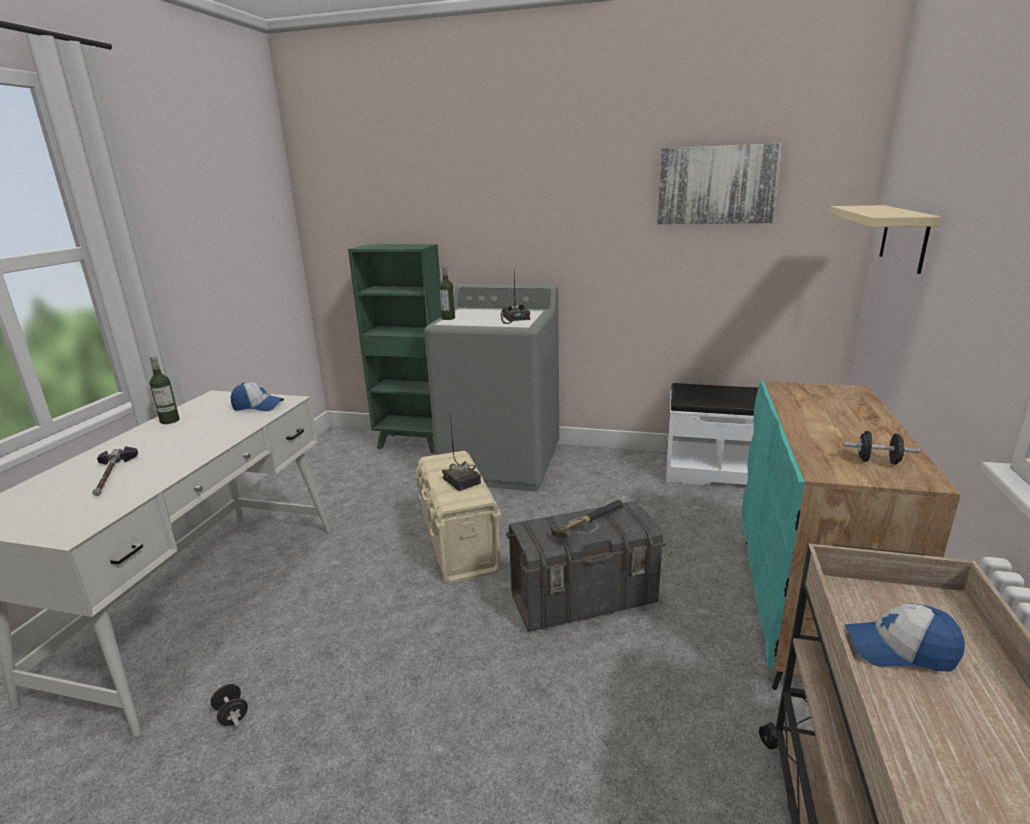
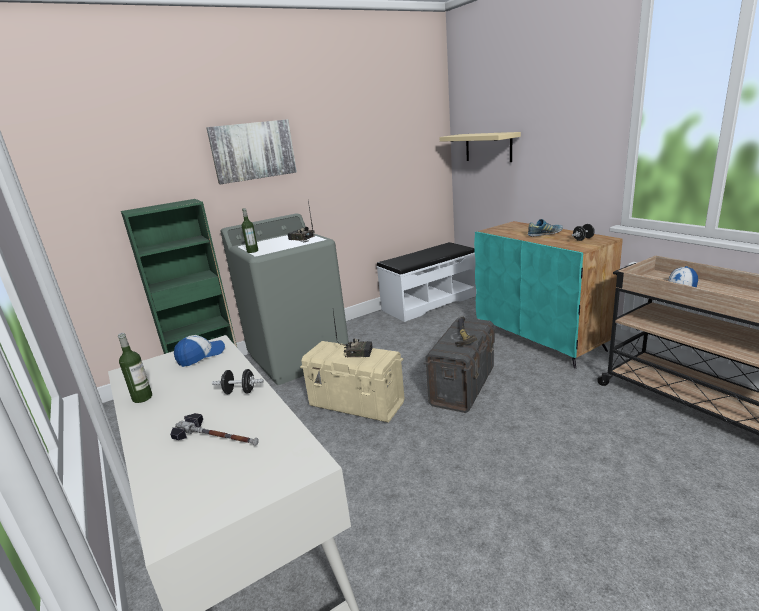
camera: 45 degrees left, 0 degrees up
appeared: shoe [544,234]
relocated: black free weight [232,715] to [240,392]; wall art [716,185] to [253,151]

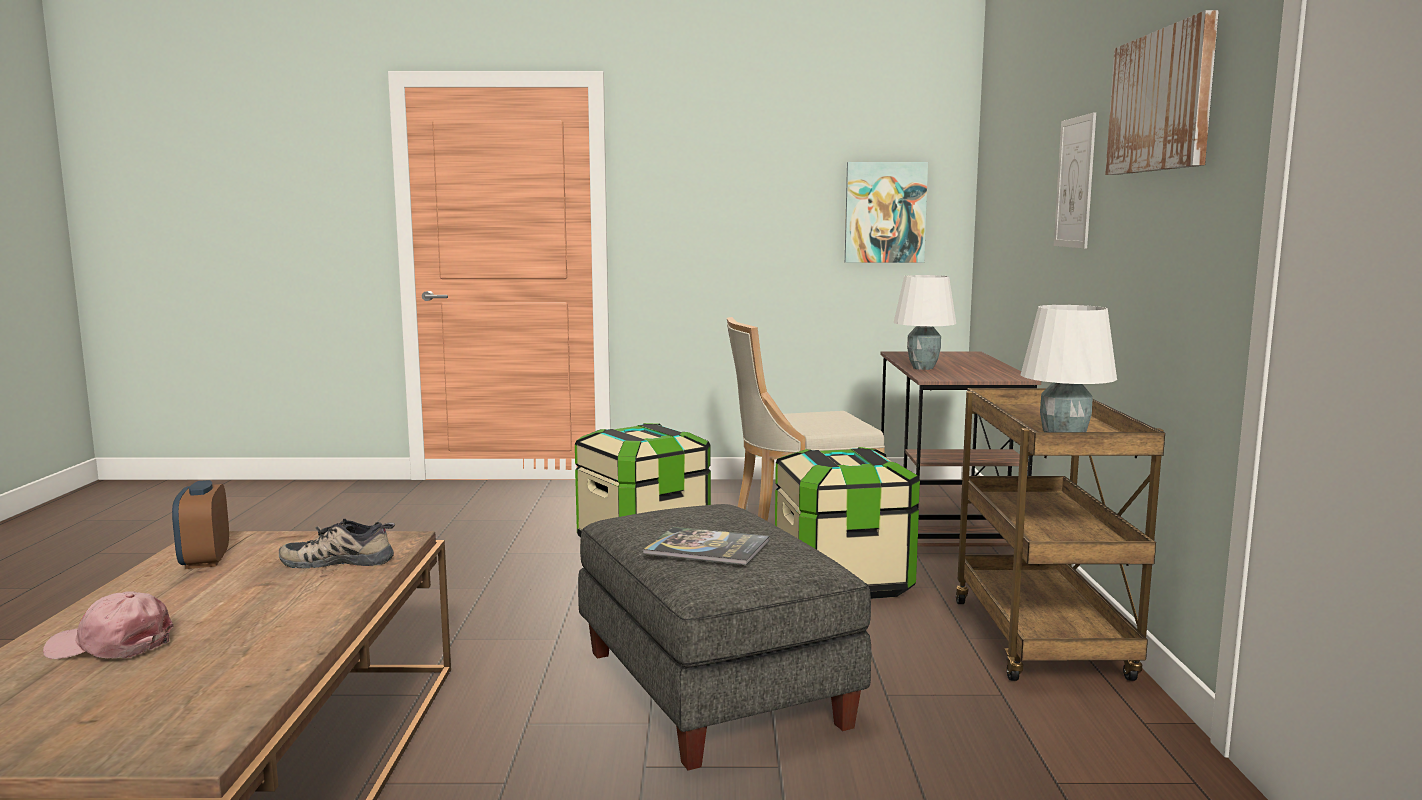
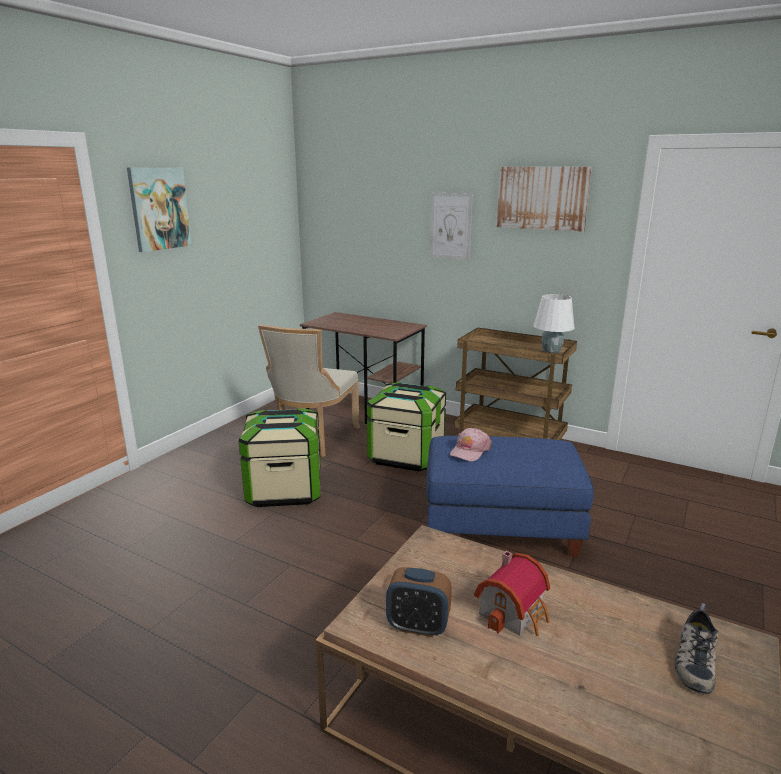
camera: 60 degrees left, 10 degrees up
missing: volume [707,548]; white lamp for a table [922,368]
appeared: toy house [515,612]
relocated: pinkish peaked cap [111,644] to [470,451]; shoe [339,560] to [693,659]; wall art [885,212] to [159,208]
colour: gray pouffe [716,688] to bluish pouffe [501,526]

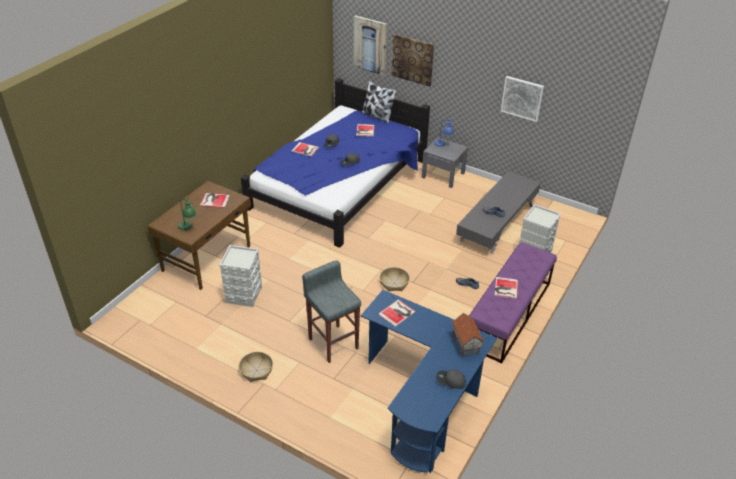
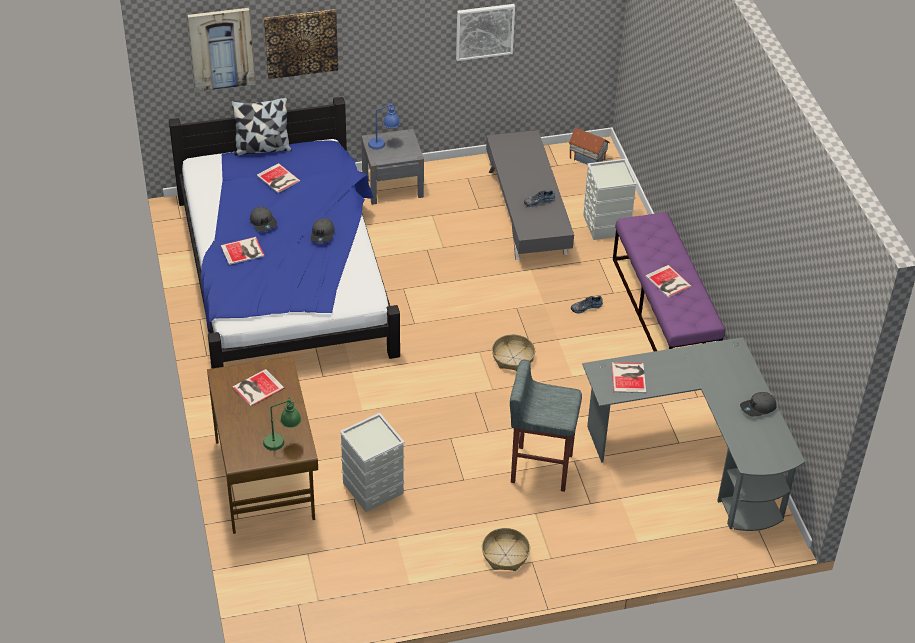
camera: 45 degrees left, 5 degrees up
relocated: toy house [466,345] to [587,158]
colour: bluish desk [425,399] to gray desk [696,456]

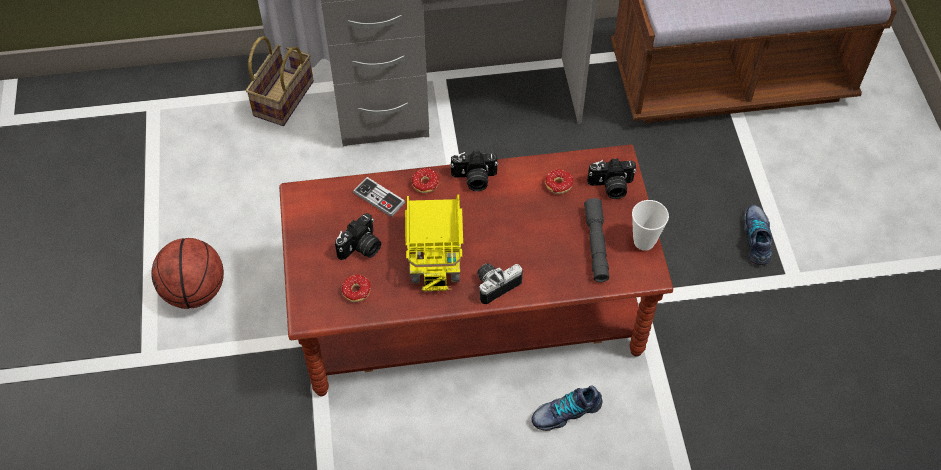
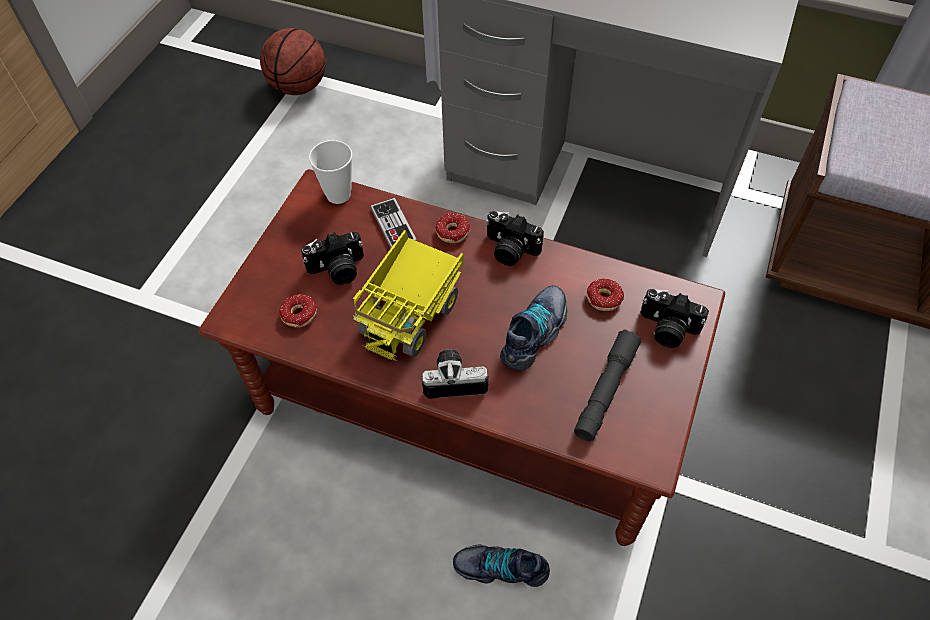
camera: 30 degrees right, 0 degrees up
missing: household basket [283,97]
relocated: ball for basketball [194,291] to [298,87]; drinking cup [644,241] to [338,194]; shoe [757,238] to [535,333]

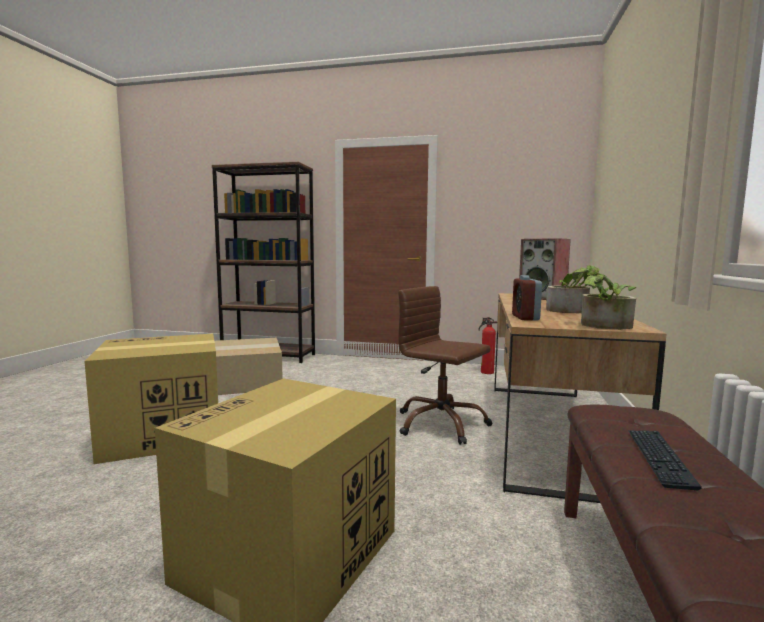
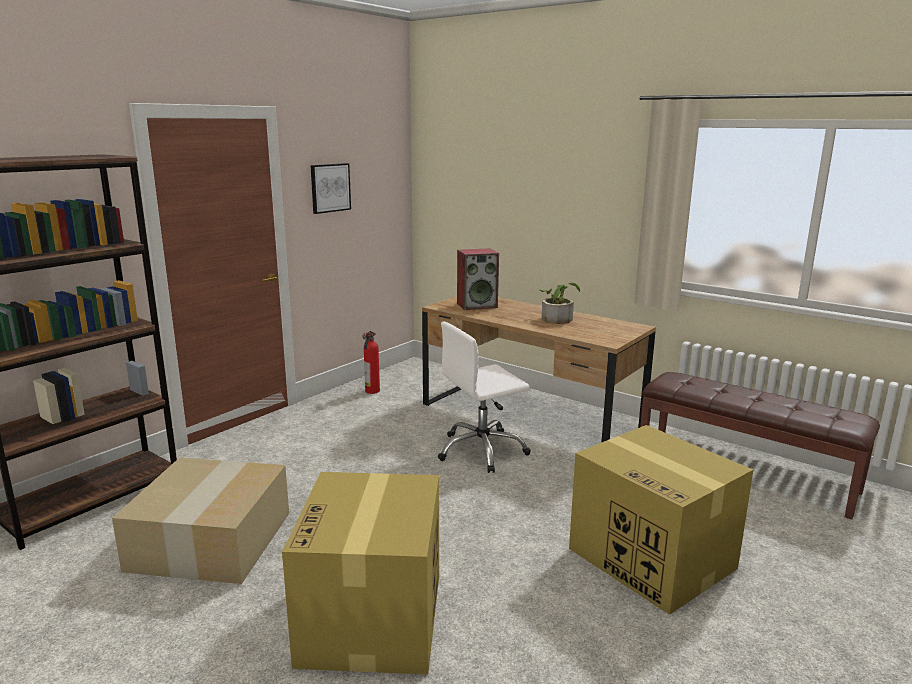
camera: 65 degrees left, 10 degrees up
missing: table clock [525,317]; plant in a pot [601,326]; PC keyboard [659,458]
appeared: wall art [330,188]
colour: brownish desk chair [440,424] to white desk chair [482,450]

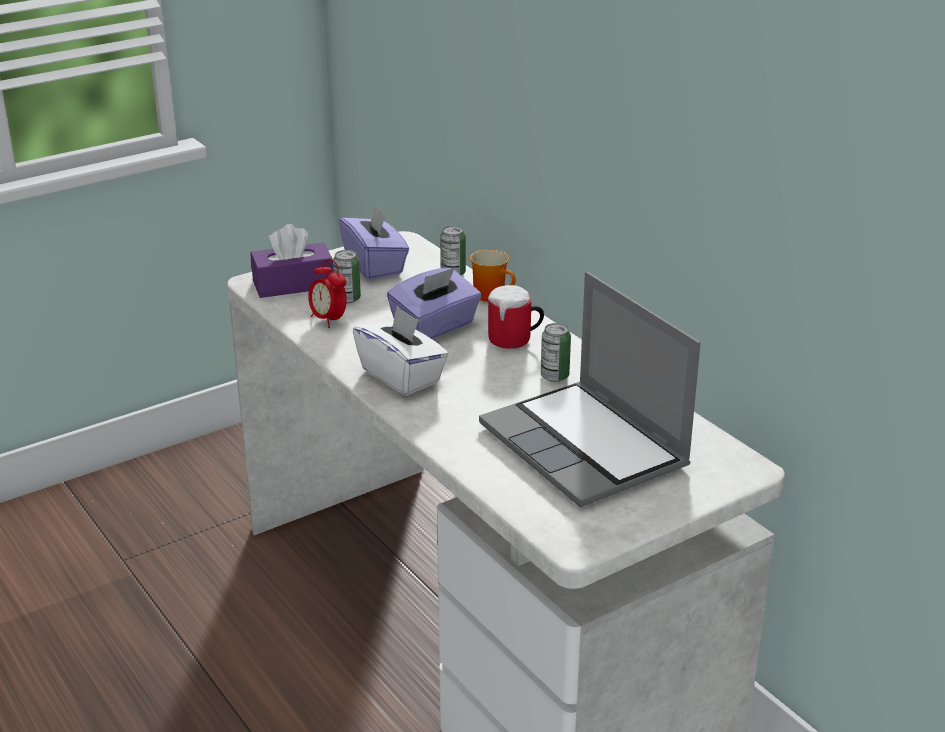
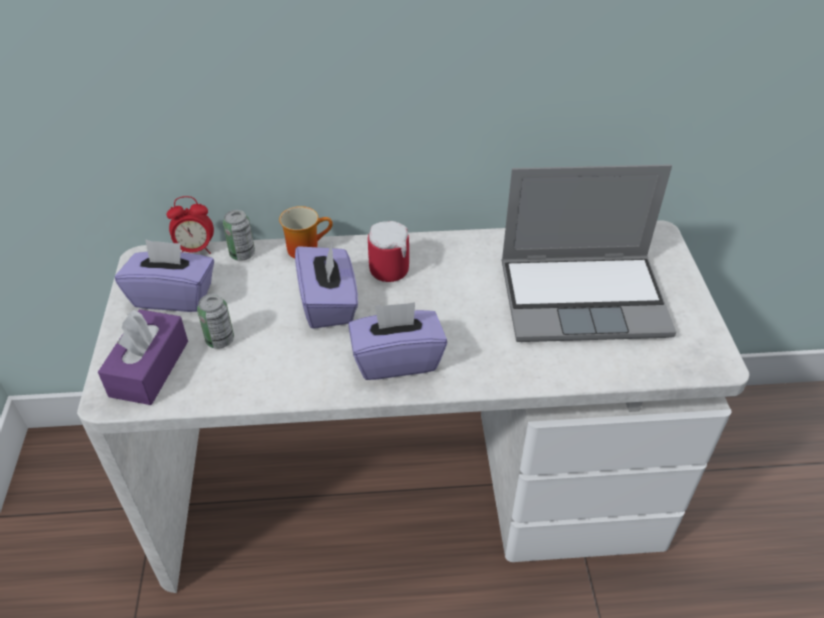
camera: 60 degrees left, 15 degrees up
missing: can [554,376]
relocated: table clock [328,320] to [195,250]
colour: white tissue holder [401,376] to purple-coloured tissue holder [396,359]

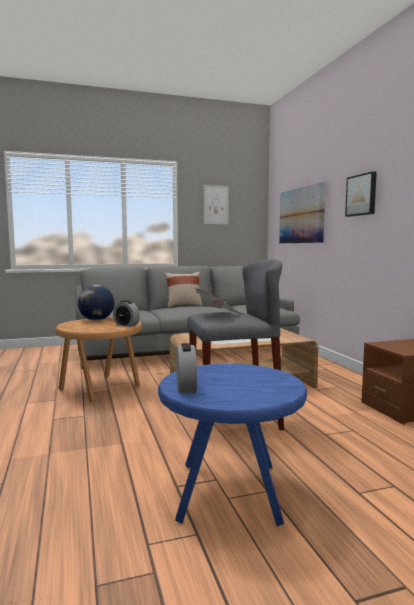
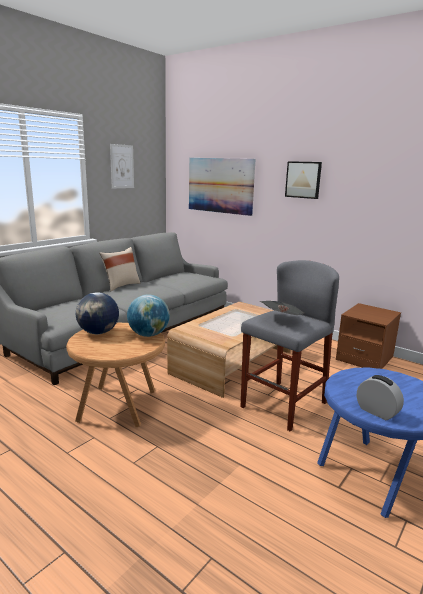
camera: 35 degrees left, 10 degrees up
exchanged: table clock [126,325] to desk globe [148,335]

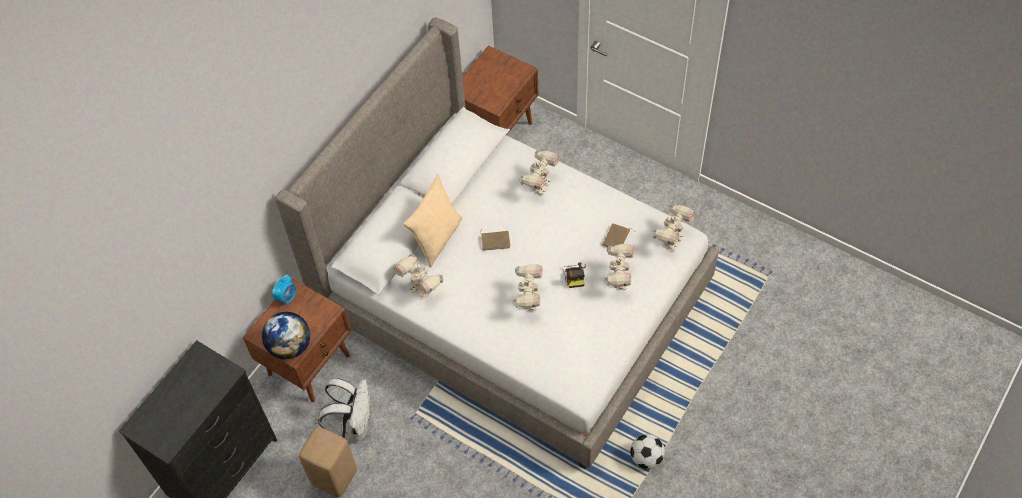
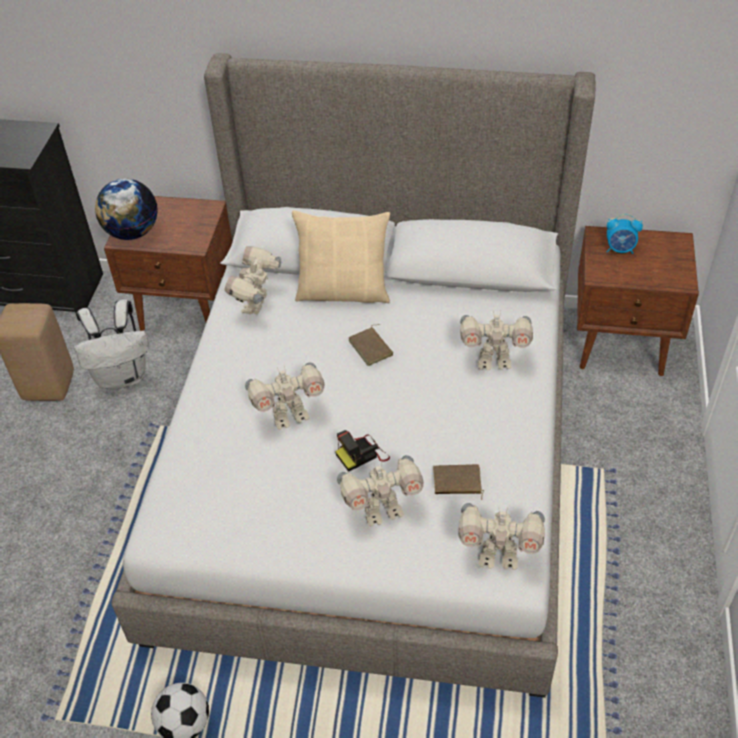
camera: 65 degrees right, 10 degrees down
relocated: table clock [287,297] to [620,249]

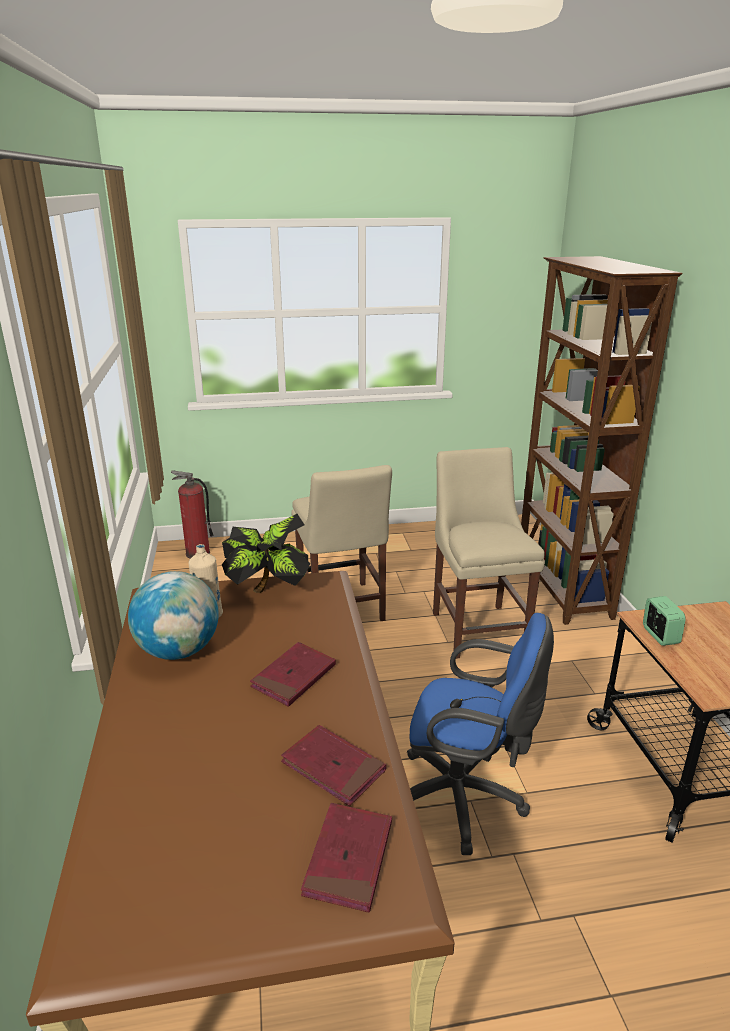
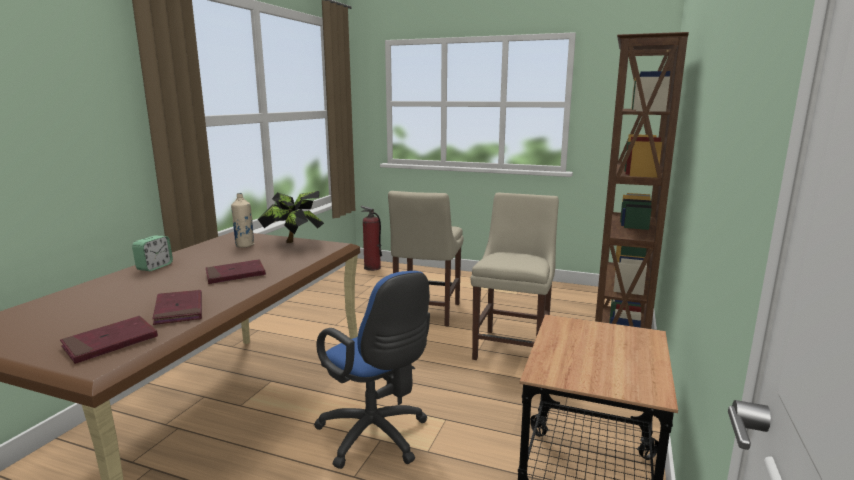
camera: 30 degrees right, 10 degrees down
missing: desk globe [179,650]
relocated: table clock [660,636] to [155,267]

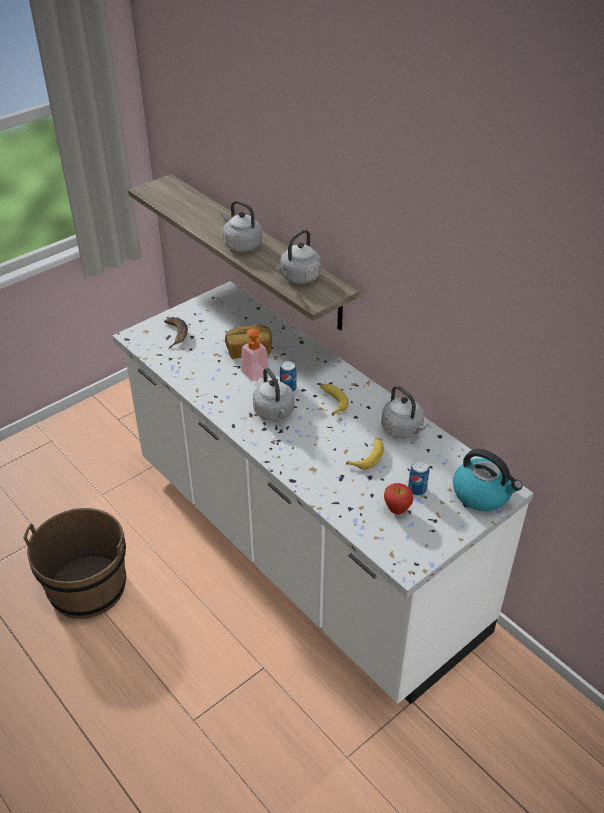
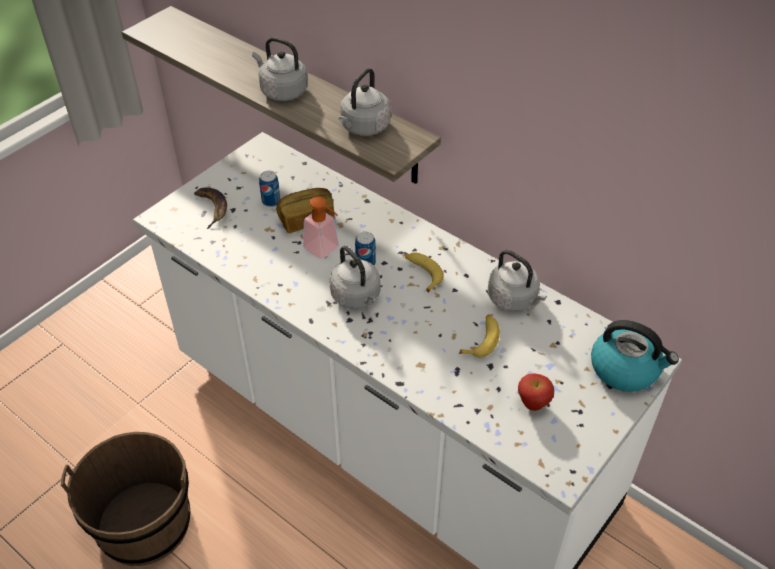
camera: 10 degrees left, 5 degrees up
relocated: can [417,489] to [271,201]

